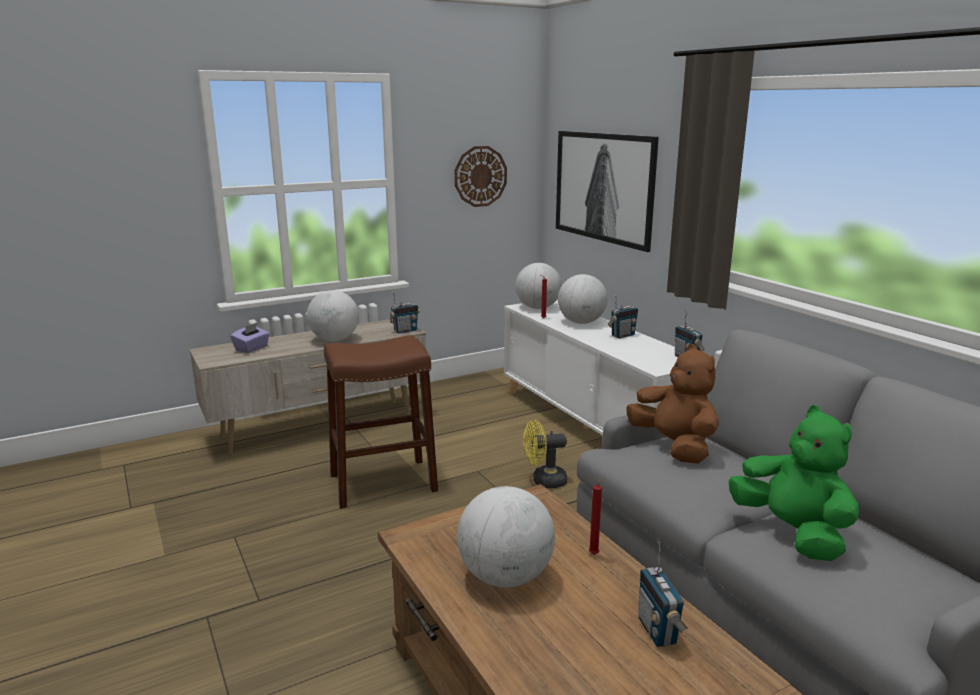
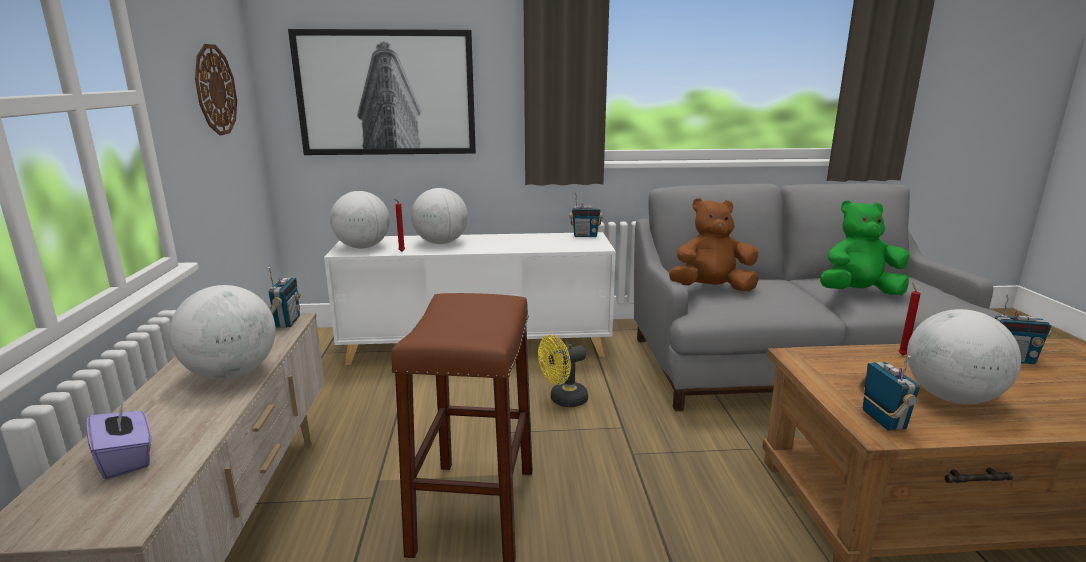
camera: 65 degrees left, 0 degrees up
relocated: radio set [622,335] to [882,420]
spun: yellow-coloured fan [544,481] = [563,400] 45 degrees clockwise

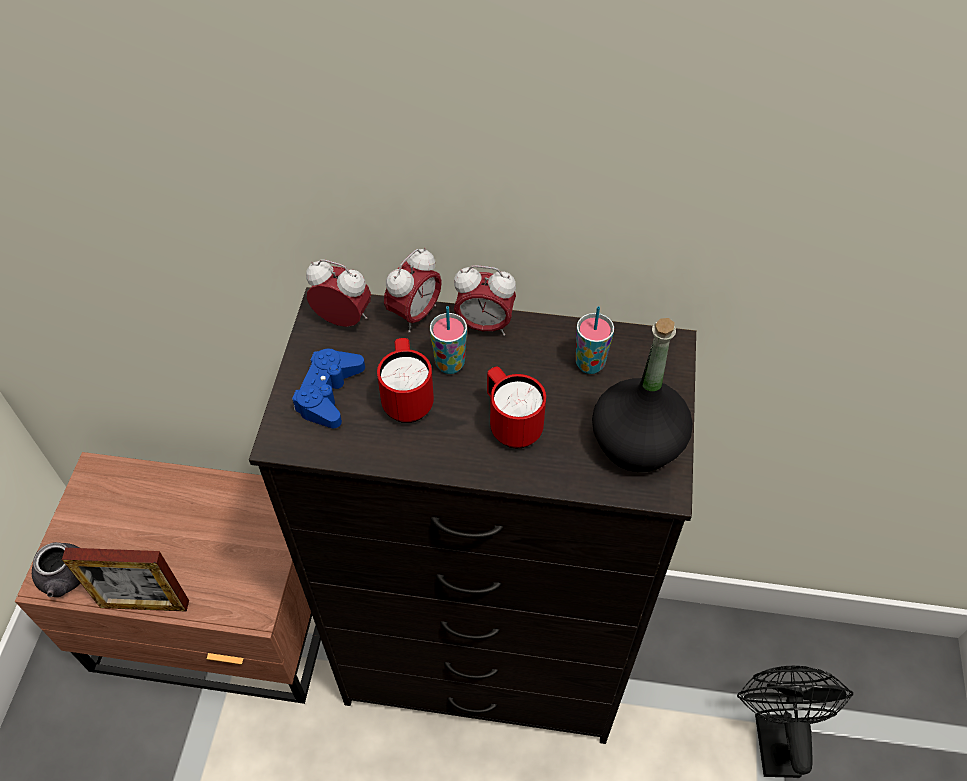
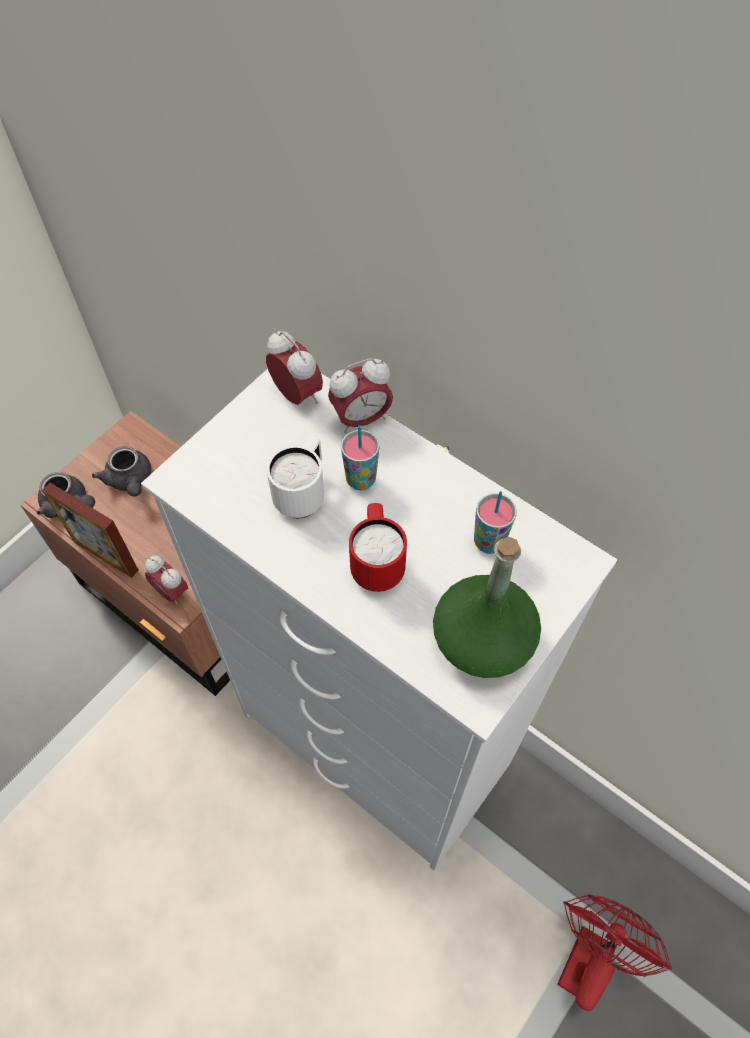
camera: 30 degrees right, 5 degrees up
missing: bluish gamepad [328,393]
appeared: gray pot for tea [130,481]
relocated: table clock [484,325] to [171,591]
colour: black dresser [485,660] to white dresser [375,742]; reddish coffee mug [407,399] to white coffee mug [303,494]; black beverage bottle [637,442] to greenish beverage bottle [482,640]; black fan [773,734] to reddish fan [589,953]

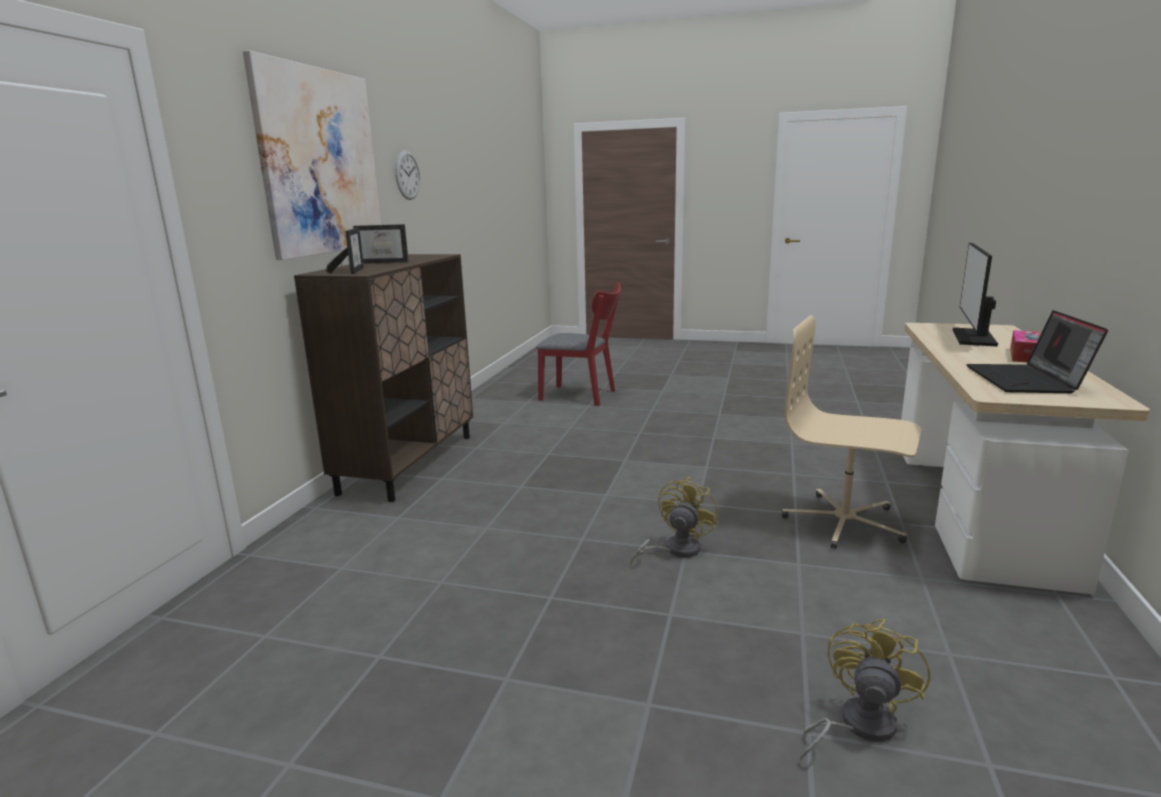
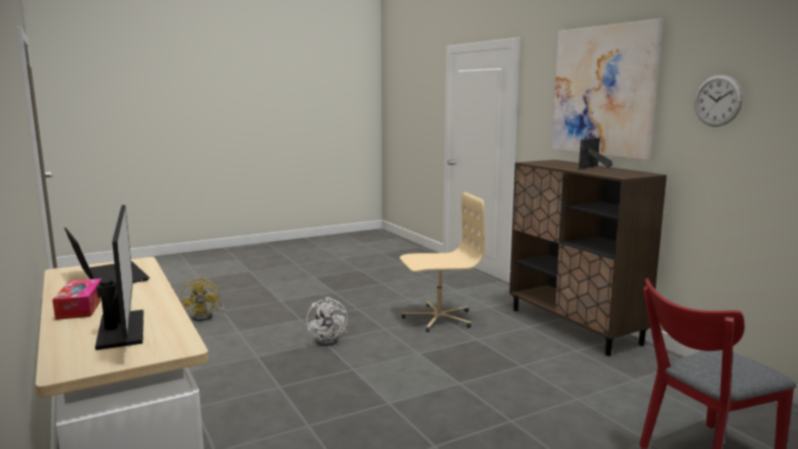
camera: 135 degrees right, 5 degrees down
missing: picture frame [352,271]
relocated: beige-coloured desk chair [844,522] to [438,318]
colour: yellow-coloured fan [675,550] to white fan [330,340]

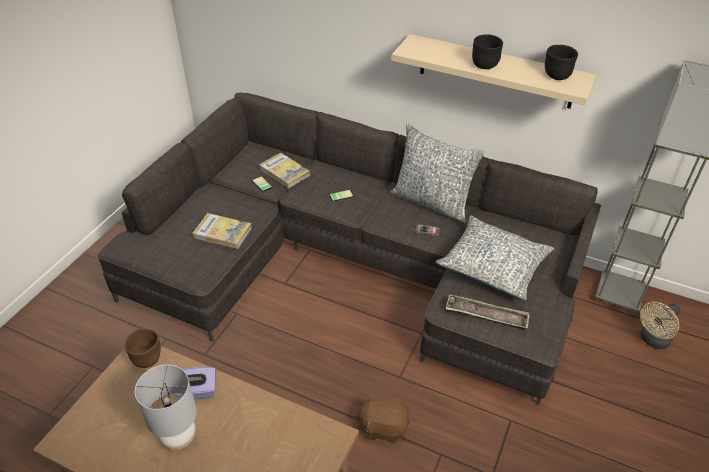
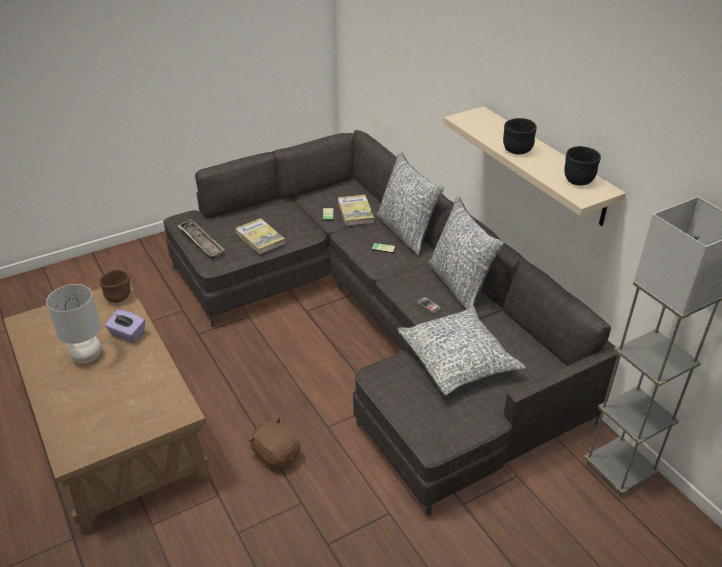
camera: 35 degrees right, 5 degrees down
missing: beige-coloured fan [652,340]
appeared: cushion [406,232]
relocated: serving tray [486,315] to [201,242]

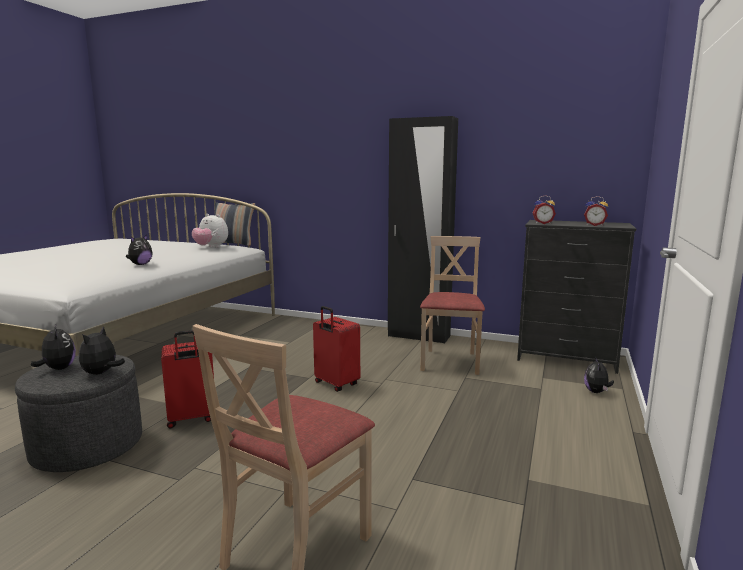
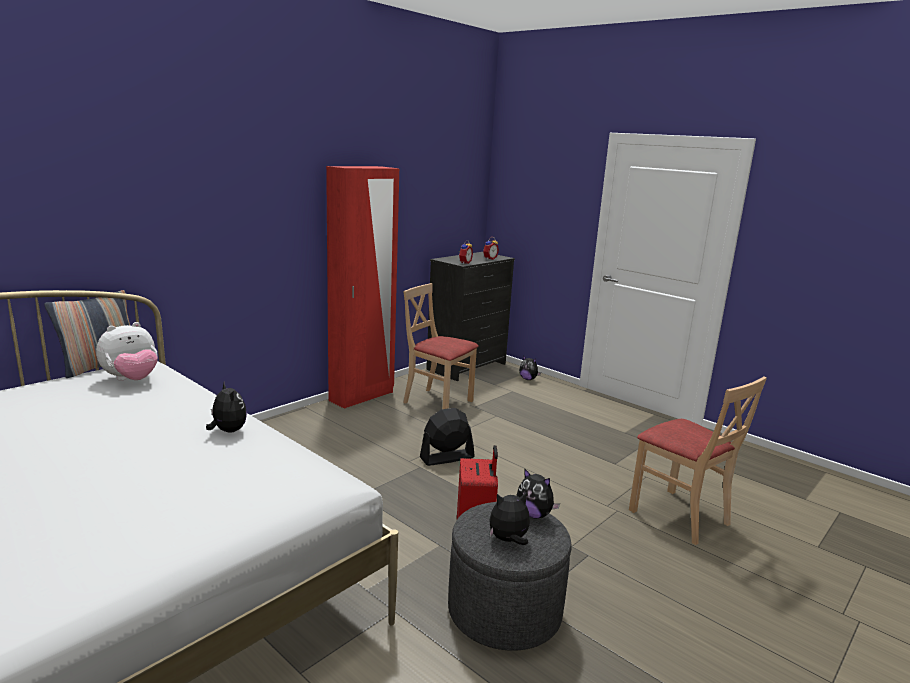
camera: 70 degrees left, 5 degrees up
exchanged: reddish travel case [335,384] to black fan [446,457]
colour: black armoire [418,336] to reddish armoire [362,396]

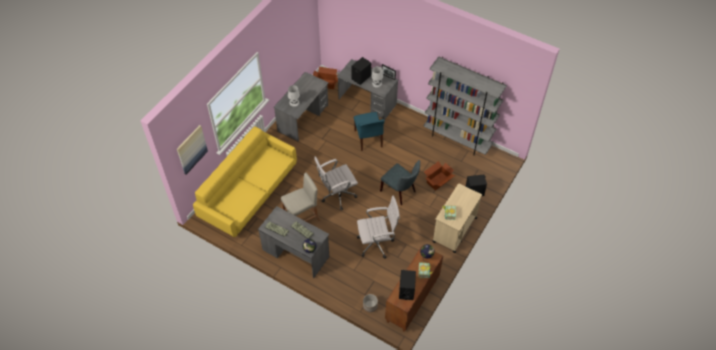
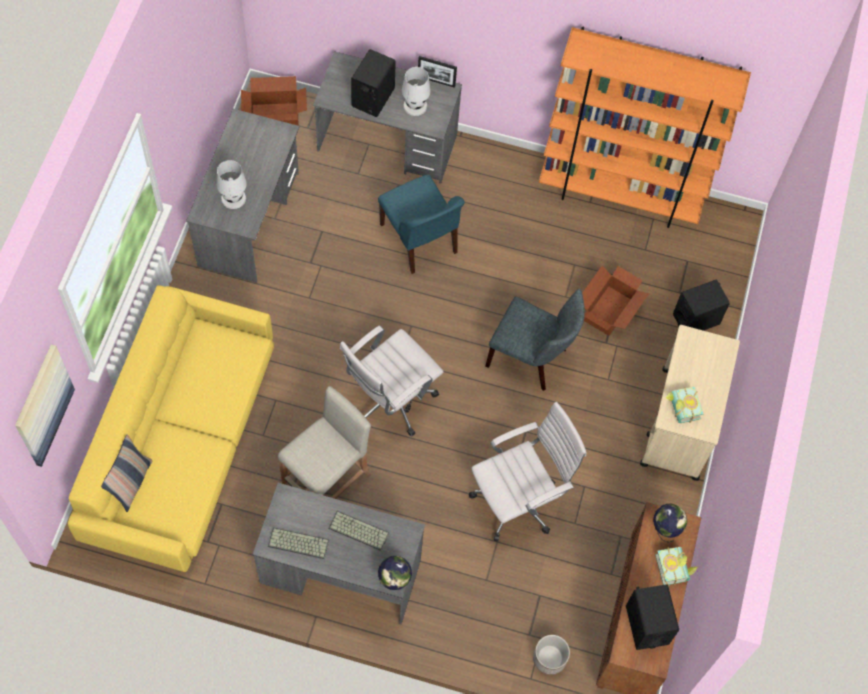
camera: 20 degrees left, 10 degrees up
appeared: cushion [131,483]
colour: gray bookshelf [457,139] to orange-coloured bookshelf [620,195]

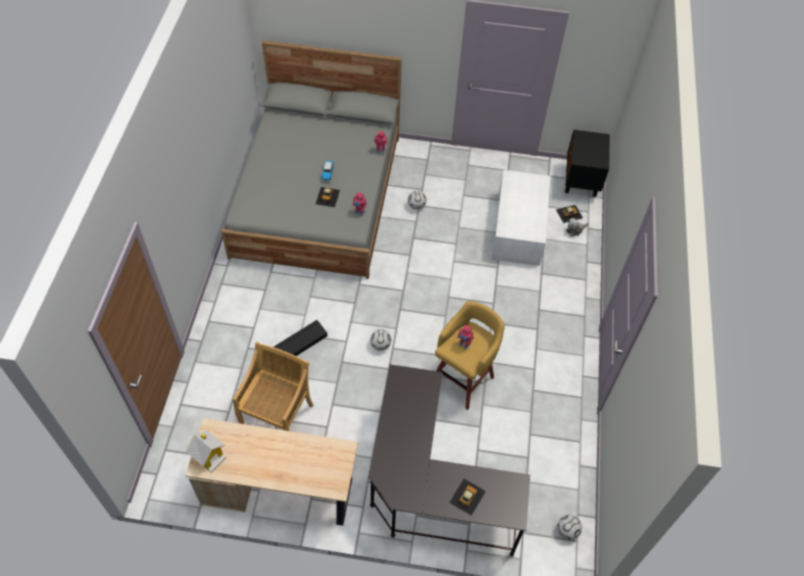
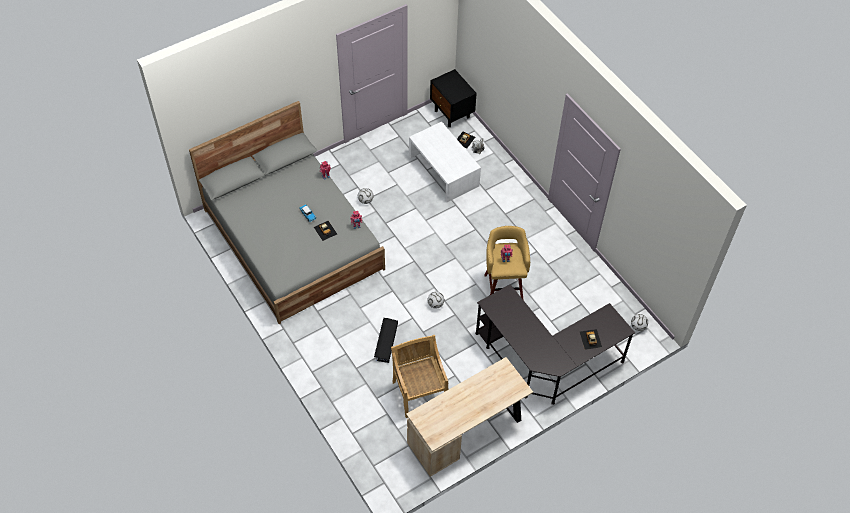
camera: 40 degrees left, 0 degrees up
missing: toy house [209,456]

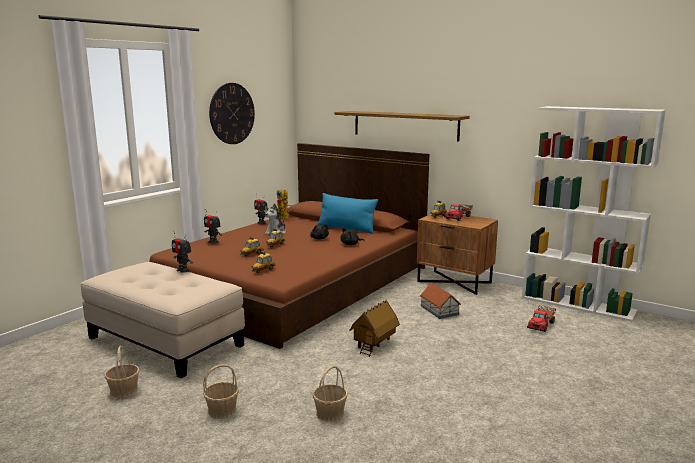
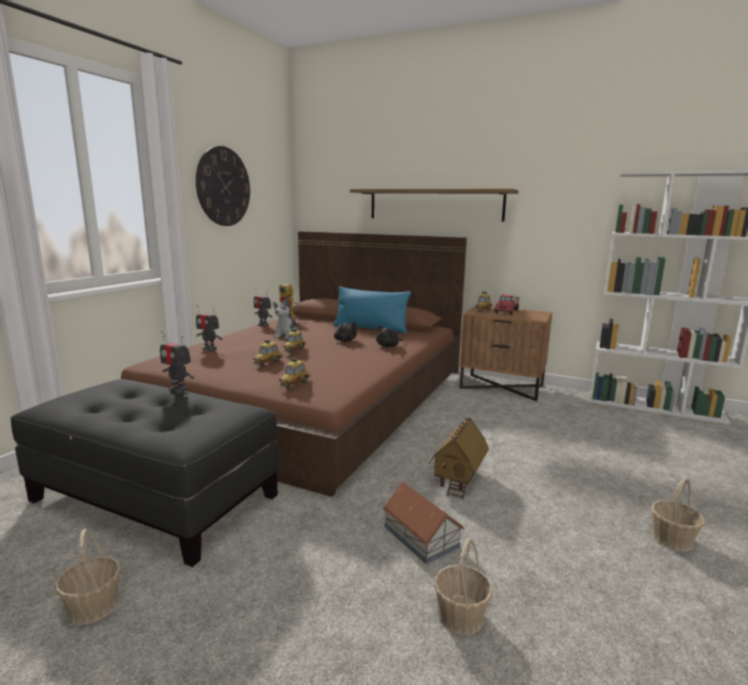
camera: 10 degrees left, 0 degrees up
missing: model truck [541,324]
relocated: household basket [222,410] to [672,539]; toy house [439,310] to [421,536]
colour: beige-coloured pouffe [166,341] to black pouffe [156,497]

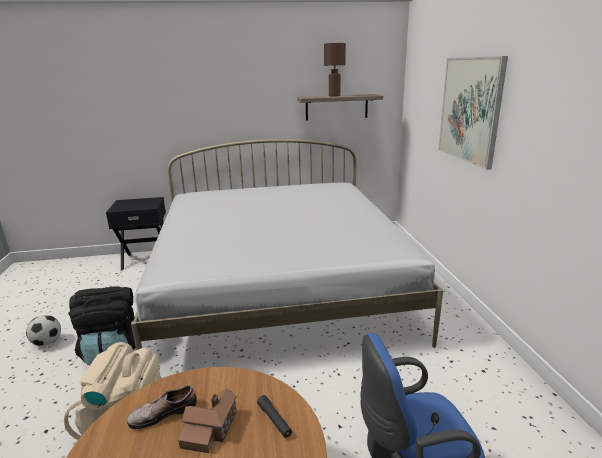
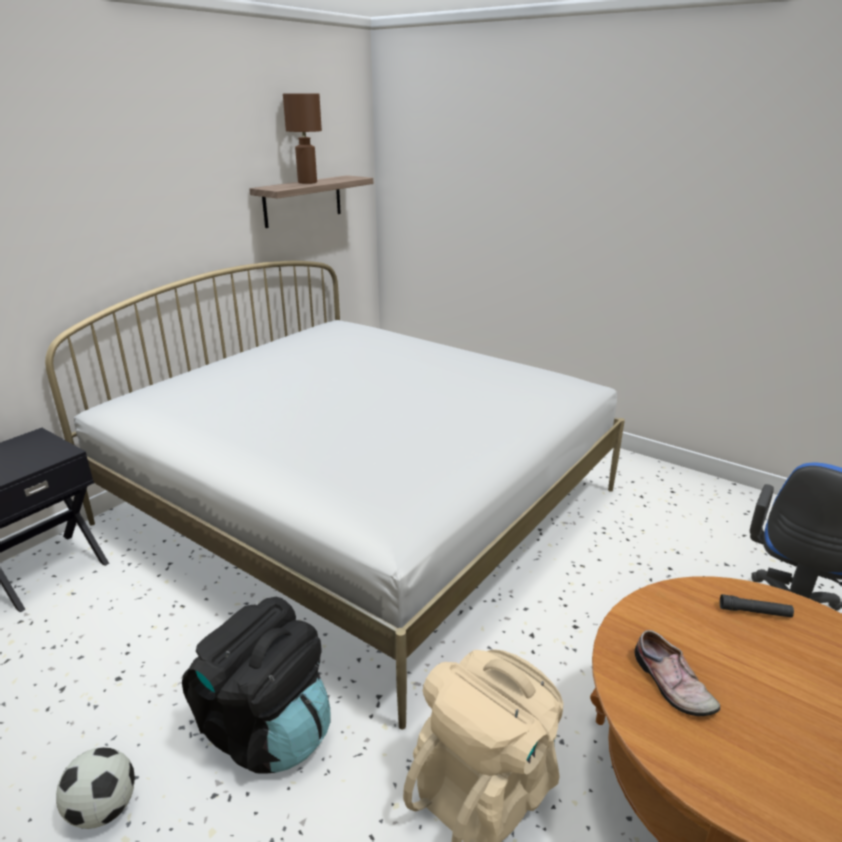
camera: 45 degrees left, 5 degrees up
missing: toy house [210,429]; wall art [470,110]
spun: shoe [163,412] = [670,684] 45 degrees counterclockwise

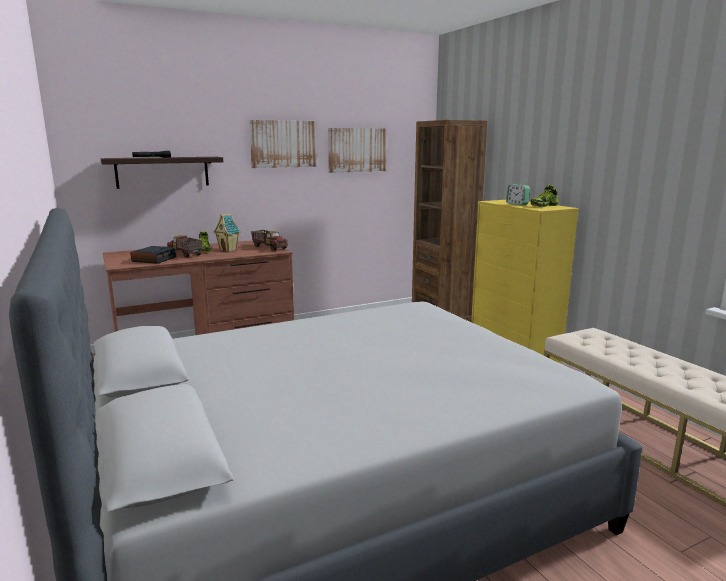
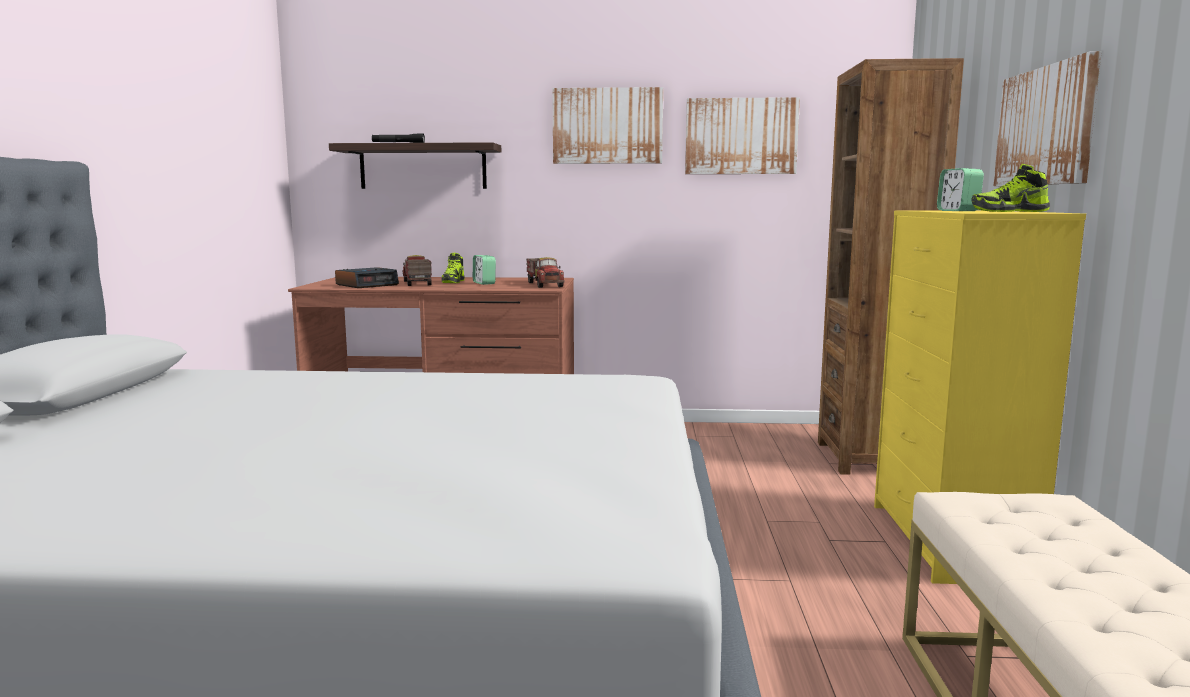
camera: 30 degrees right, 5 degrees down
appeared: wall art [1046,126]
exchanged: toy house [228,250] to table clock [484,283]

